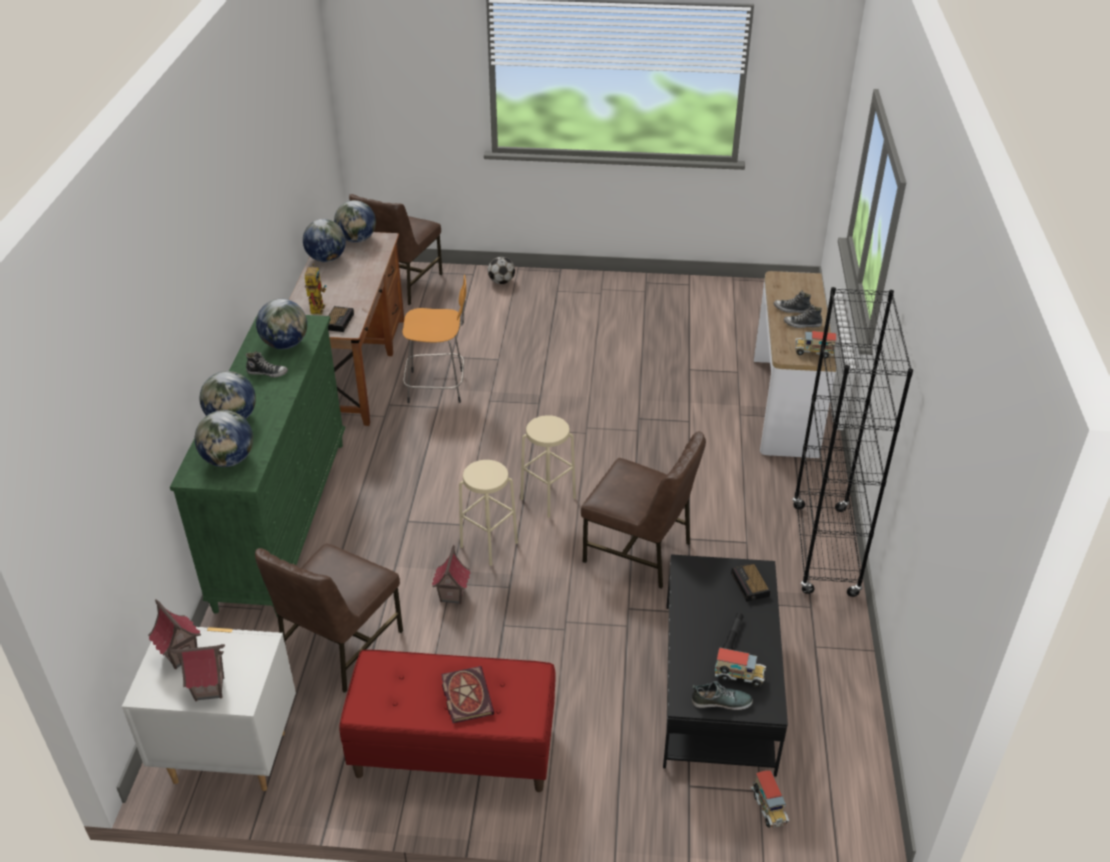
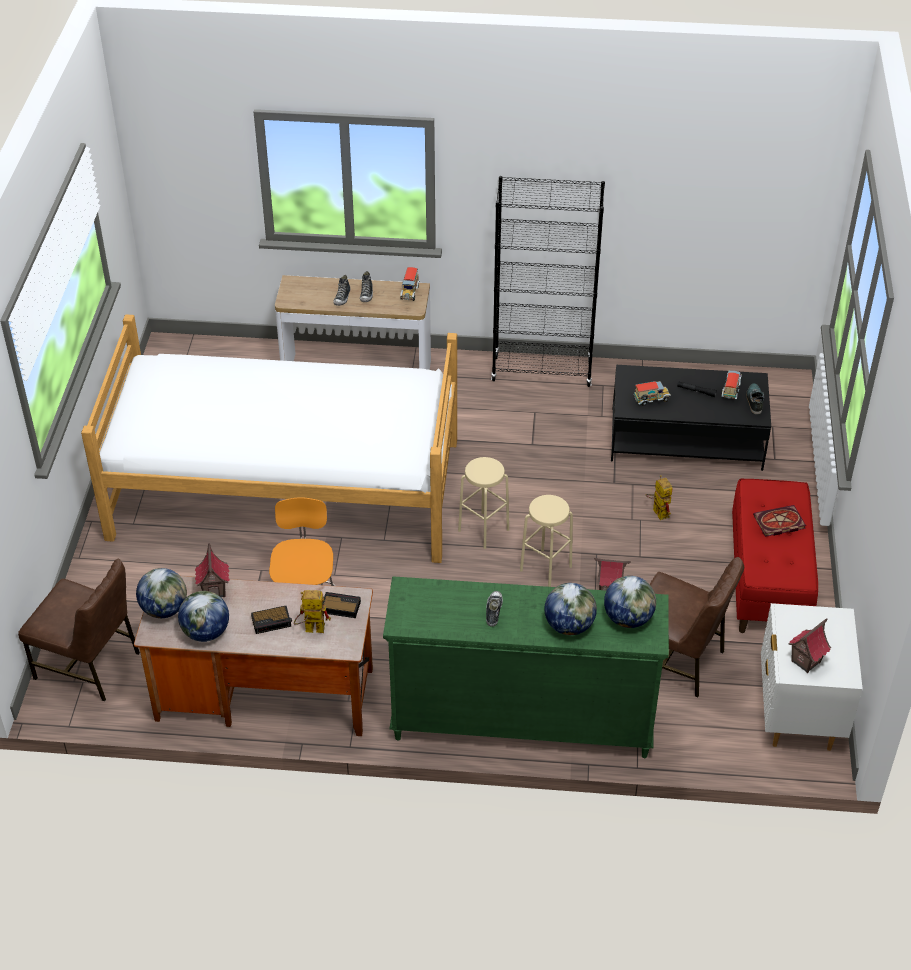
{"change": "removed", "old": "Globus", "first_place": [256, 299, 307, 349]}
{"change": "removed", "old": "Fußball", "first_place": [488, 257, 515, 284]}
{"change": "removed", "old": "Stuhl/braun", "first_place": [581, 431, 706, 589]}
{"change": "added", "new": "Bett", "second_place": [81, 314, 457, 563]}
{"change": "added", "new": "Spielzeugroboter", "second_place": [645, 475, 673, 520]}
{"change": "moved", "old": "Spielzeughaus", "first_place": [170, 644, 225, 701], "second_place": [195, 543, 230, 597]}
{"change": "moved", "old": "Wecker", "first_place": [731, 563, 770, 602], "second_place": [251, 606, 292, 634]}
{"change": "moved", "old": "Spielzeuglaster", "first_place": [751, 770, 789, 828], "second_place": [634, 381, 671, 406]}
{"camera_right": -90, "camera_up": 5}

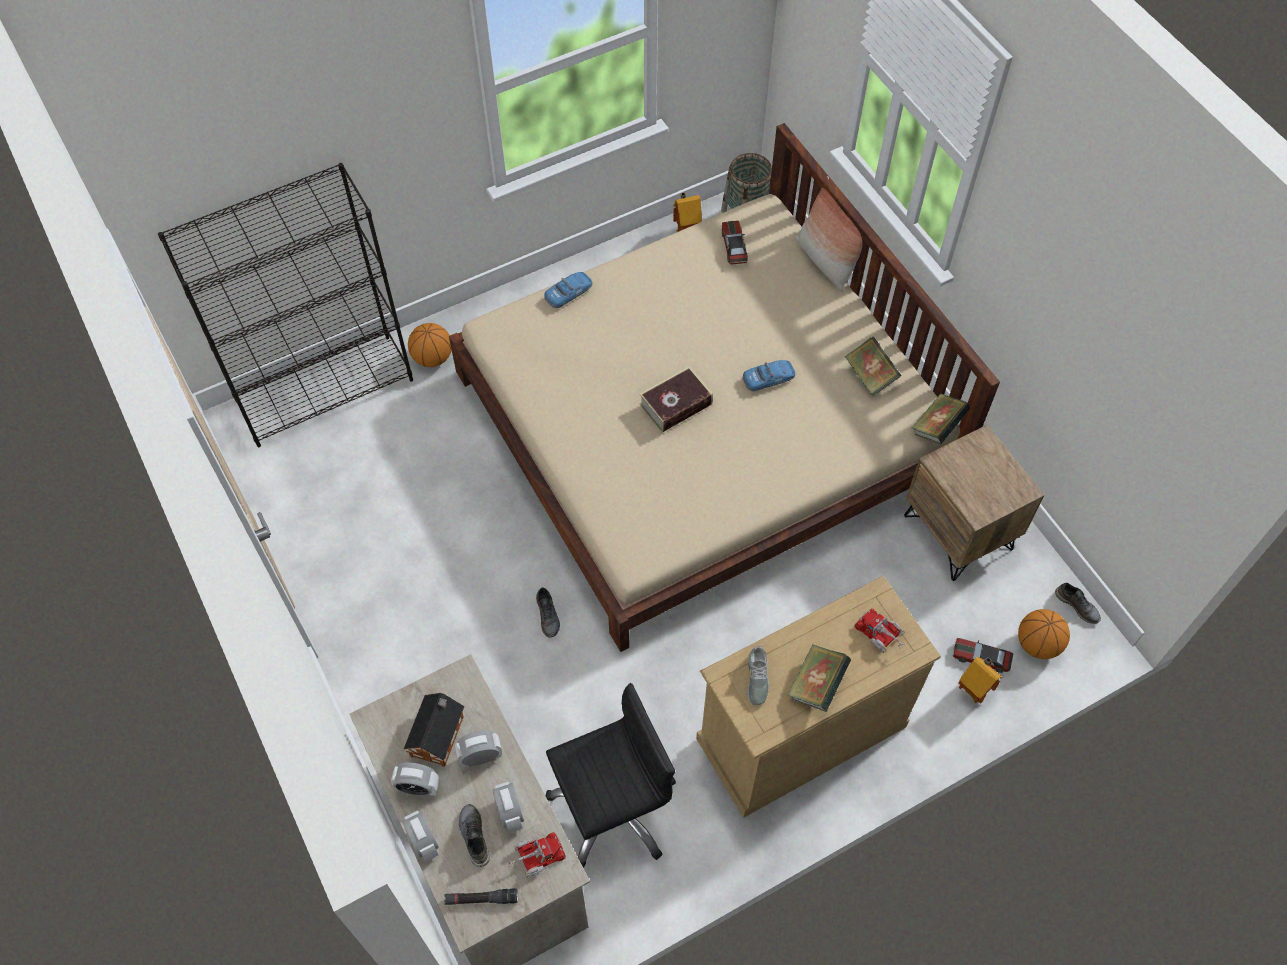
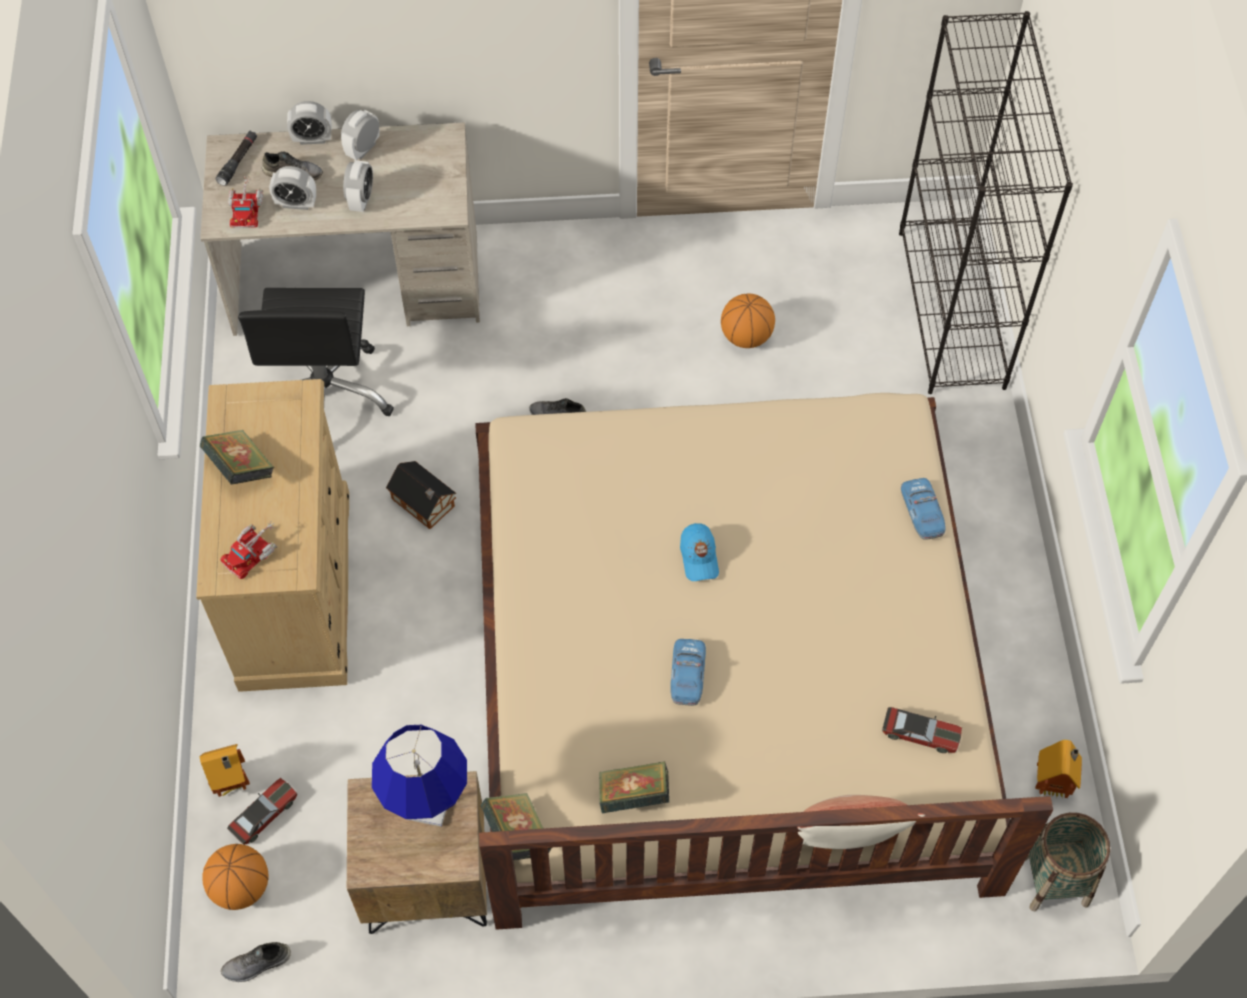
{"change": "removed", "old": "Schuh/grau", "first_place": [747, 646, 769, 705]}
{"change": "added", "new": "Tischlampe/blau", "second_place": [372, 725, 467, 827]}
{"change": "moved", "old": "Spielzeughaus", "first_place": [404, 693, 465, 767], "second_place": [386, 461, 457, 529]}
{"change": "moved", "old": "Basketball", "first_place": [408, 323, 452, 367], "second_place": [721, 293, 775, 348]}
{"change": "replaced", "old": "Buch", "new": "Kappe/blau", "first_place": [639, 366, 713, 433], "second_place": [680, 523, 719, 581]}
{"change": "turned", "old": "Spielzeuglaster", "first_place": [854, 609, 906, 653], "second_place": [221, 521, 277, 579], "degrees": 150}
{"camera_right": 115, "camera_up": 0}

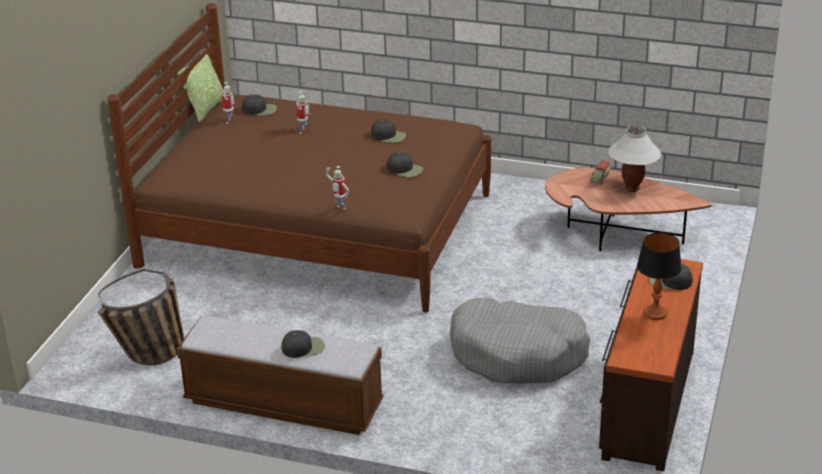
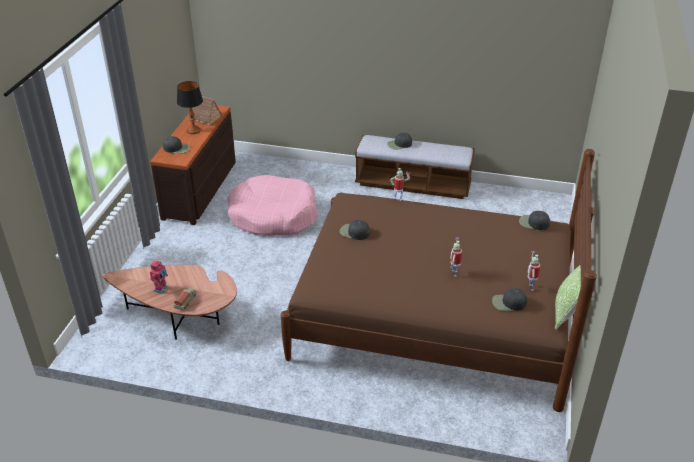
{"change": "removed", "old": "Korb", "first_place": [97, 269, 184, 365]}
{"change": "added", "new": "Spielzeughaus", "second_place": [187, 96, 221, 125]}
{"change": "moved", "old": "Kappe/schwarz", "first_place": [371, 119, 406, 143], "second_place": [519, 211, 550, 230]}
{"change": "replaced", "old": "Tischlampe/weiß", "new": "Spielzeugroboter", "first_place": [608, 125, 661, 192], "second_place": [150, 259, 168, 294]}
{"change": "recoloured", "old": "Hundebett/grau", "new": "Hundebett/rosa", "first_place": [450, 298, 591, 384], "second_place": [227, 175, 317, 236]}
{"camera_right": 175, "camera_up": 5}

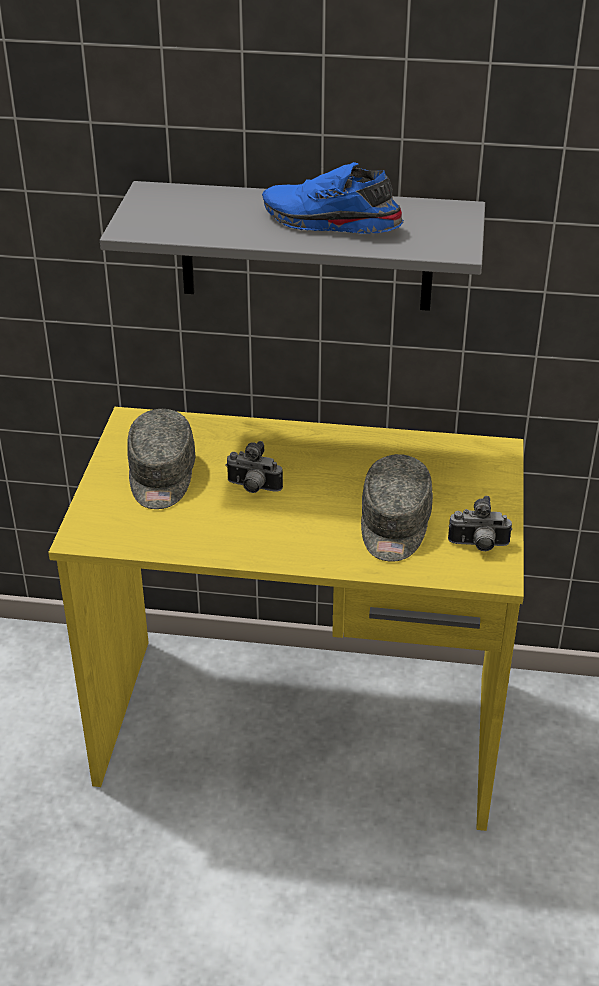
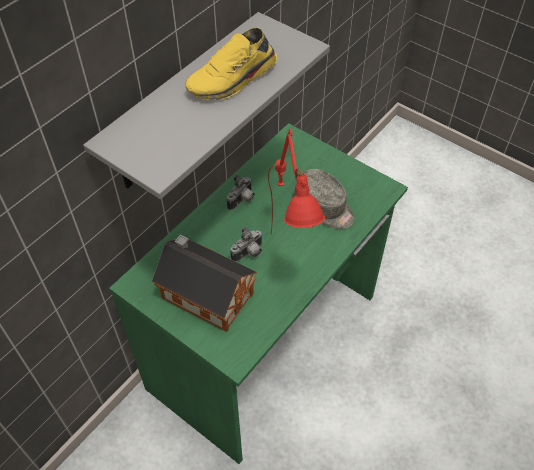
{"change": "added", "new": "Tischlampe/rot", "second_place": [268, 129, 325, 234]}
{"change": "moved", "old": "Kamera", "first_place": [448, 496, 513, 551], "second_place": [226, 175, 255, 210]}
{"change": "replaced", "old": "Kappe/grau", "new": "Spielzeughaus", "first_place": [127, 409, 195, 509], "second_place": [152, 235, 257, 332]}
{"change": "recoloured", "old": "Schreibtisch/gelb", "new": "Schreibtisch/grün", "first_place": [48, 407, 524, 831], "second_place": [109, 123, 408, 464]}
{"change": "recoloured", "old": "Schuh/blau", "new": "Schuh/gelb", "first_place": [262, 162, 404, 234], "second_place": [185, 27, 277, 100]}
{"camera_right": -60, "camera_up": 15}

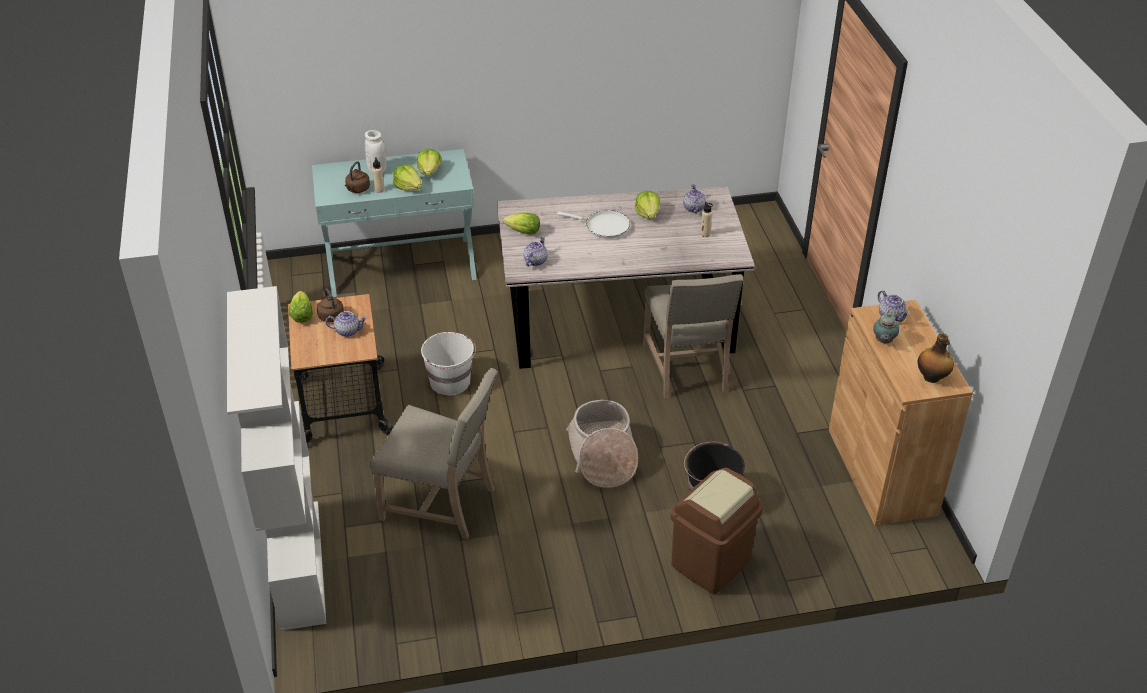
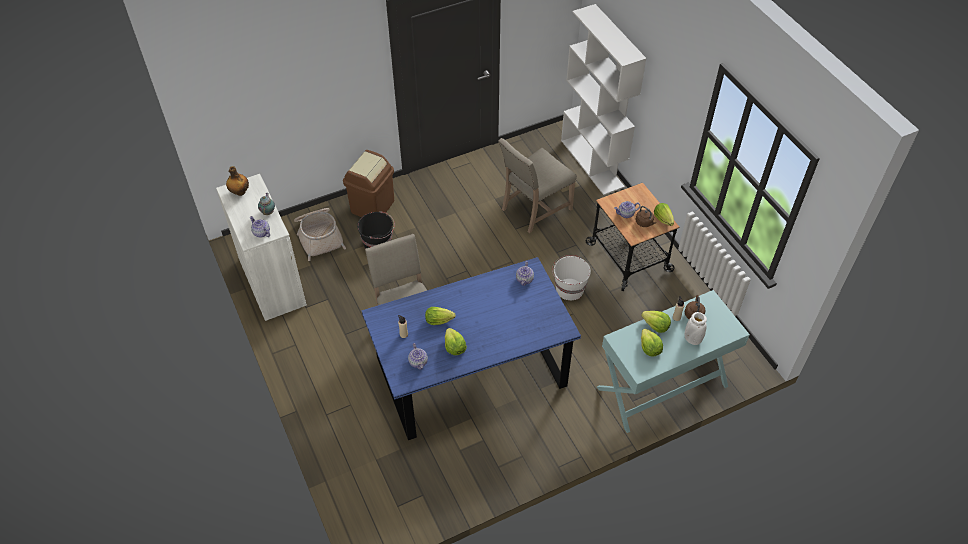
{"change": "removed", "old": "Pfanne/weiß", "first_place": [557, 210, 630, 239]}
{"change": "moved", "old": "Salatkopf", "first_place": [503, 212, 540, 235], "second_place": [425, 307, 456, 325]}
{"change": "moved", "old": "Korb", "first_place": [566, 400, 638, 488], "second_place": [294, 208, 346, 261]}
{"change": "recoloured", "old": "Esstisch/grau", "new": "Esstisch/blau", "first_place": [497, 187, 755, 369], "second_place": [361, 257, 581, 440]}
{"change": "recoloured", "old": "Schrank/braun", "new": "Schrank/weiß", "first_place": [829, 300, 973, 526], "second_place": [216, 174, 307, 321]}
{"change": "turned", "old": "Stuhl/beige", "first_place": [370, 368, 498, 539], "second_place": [498, 138, 577, 234], "degrees": -45}
{"camera_right": 165, "camera_up": 10}

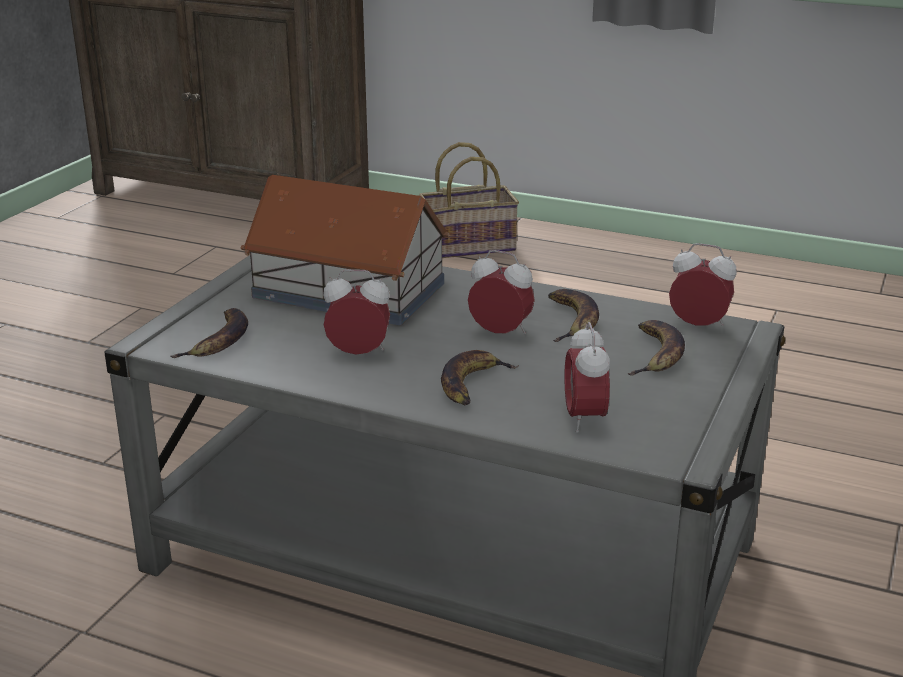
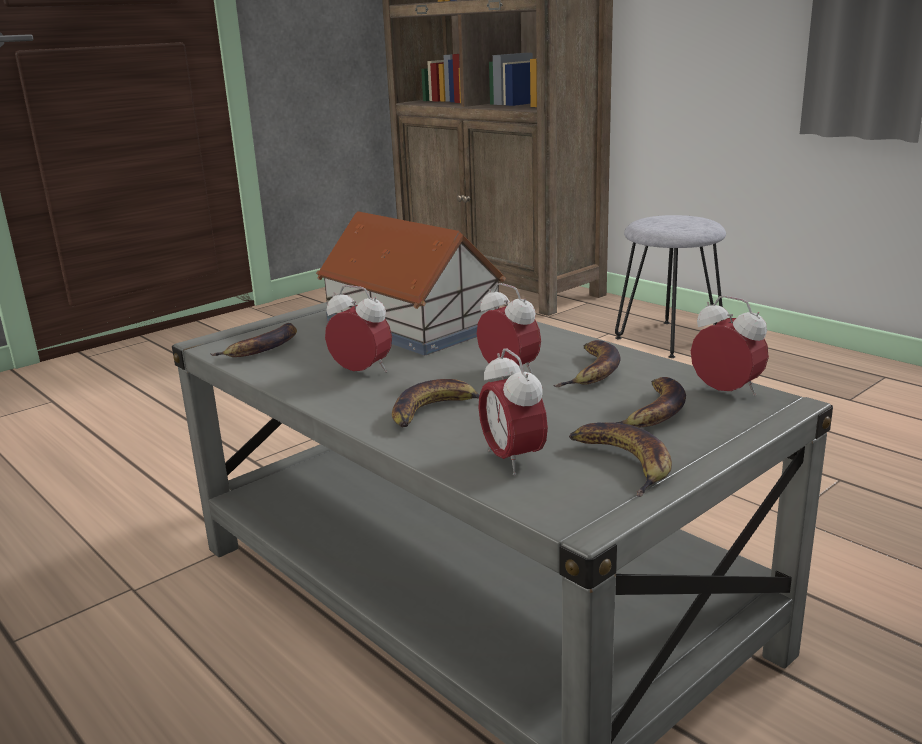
{"change": "added", "new": "Banane", "second_place": [569, 422, 672, 497]}
{"change": "replaced", "old": "Korb", "new": "Hocker/grau", "first_place": [419, 142, 519, 258], "second_place": [615, 215, 726, 358]}
{"change": "turned", "old": "Wecker", "first_place": [564, 322, 610, 433], "second_place": [479, 348, 548, 476], "degrees": -45}
{"camera_right": 25, "camera_up": -5}

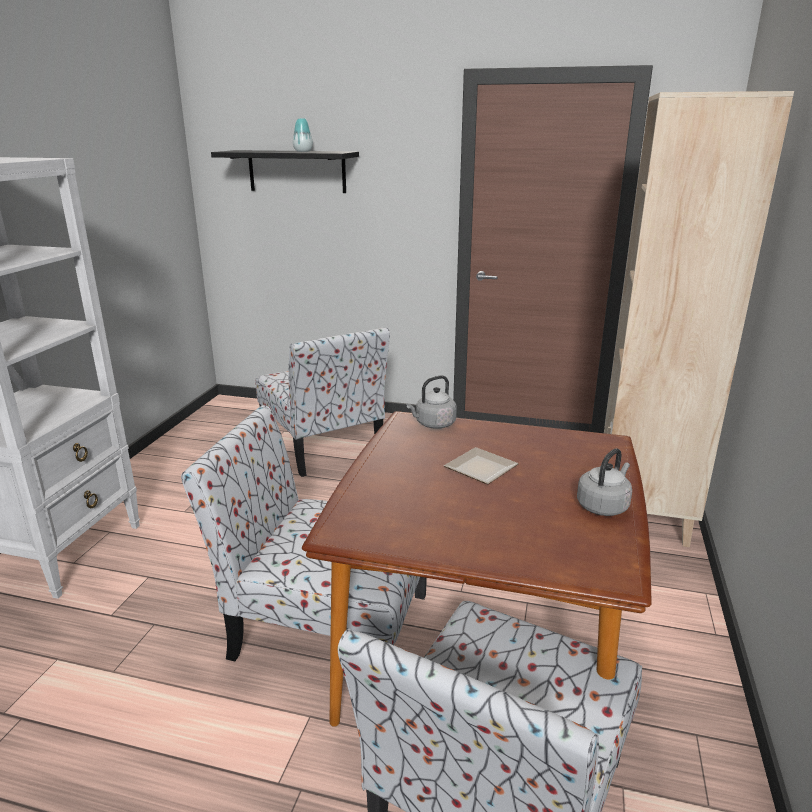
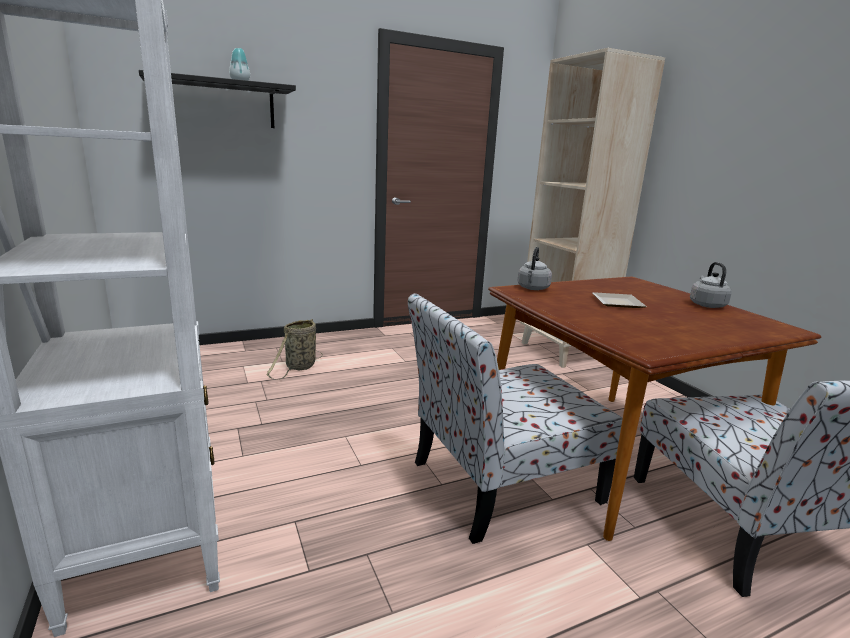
{"change": "replaced", "old": "Stuhl", "new": "Korb", "first_place": [255, 328, 390, 477], "second_place": [267, 319, 323, 380]}
{"camera_right": -40, "camera_up": -5}

